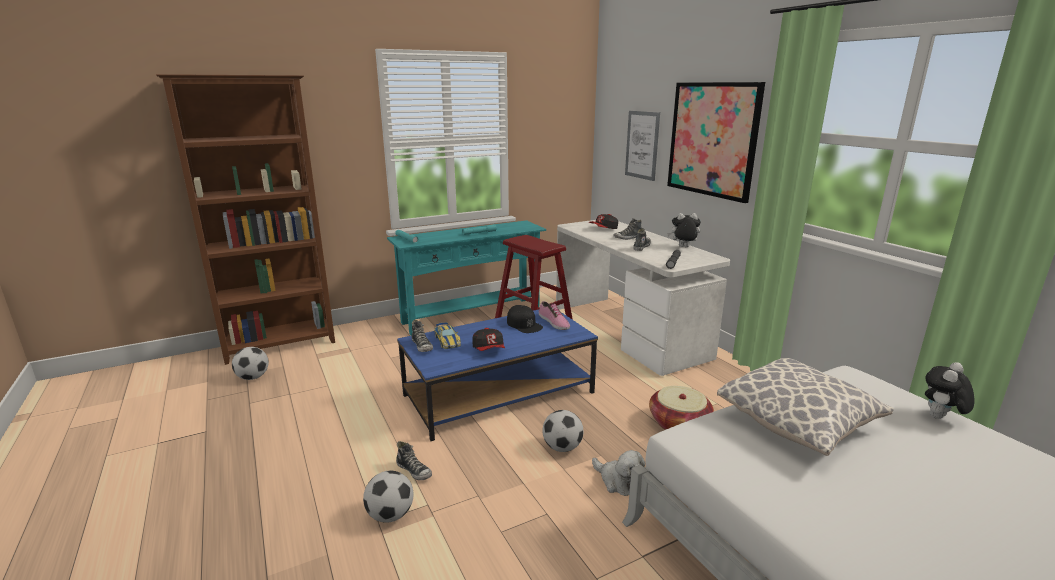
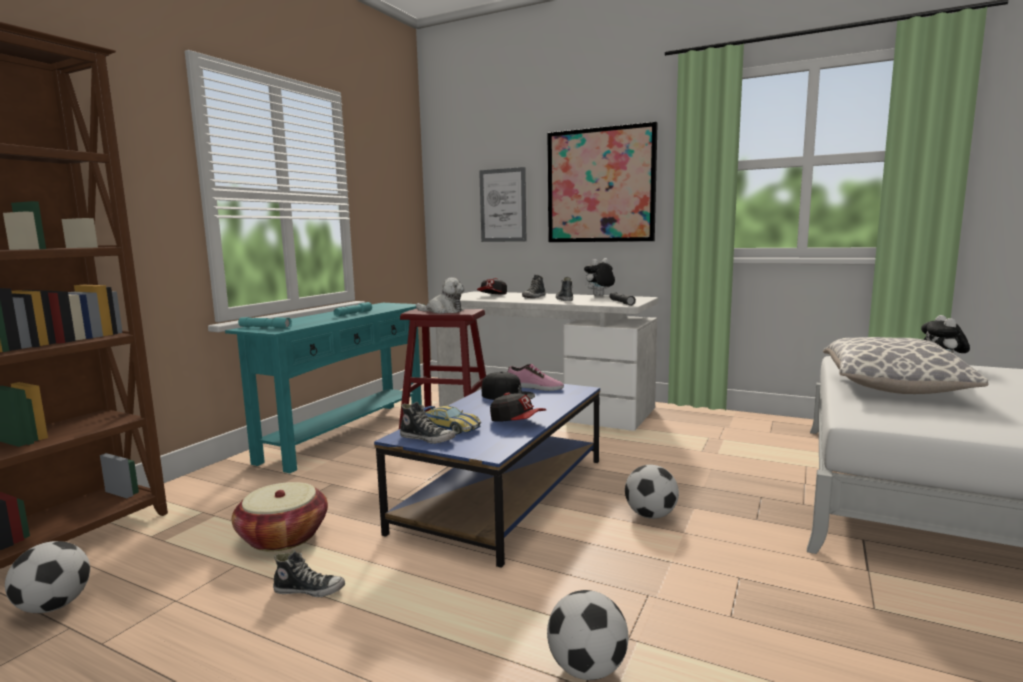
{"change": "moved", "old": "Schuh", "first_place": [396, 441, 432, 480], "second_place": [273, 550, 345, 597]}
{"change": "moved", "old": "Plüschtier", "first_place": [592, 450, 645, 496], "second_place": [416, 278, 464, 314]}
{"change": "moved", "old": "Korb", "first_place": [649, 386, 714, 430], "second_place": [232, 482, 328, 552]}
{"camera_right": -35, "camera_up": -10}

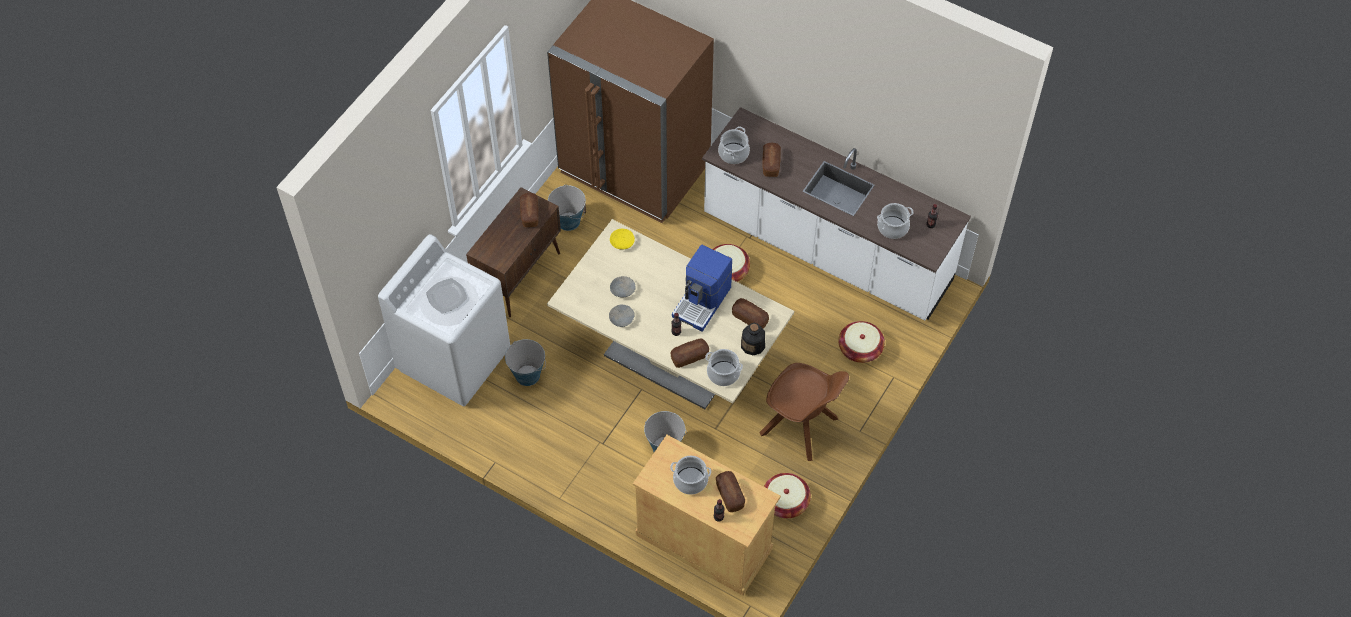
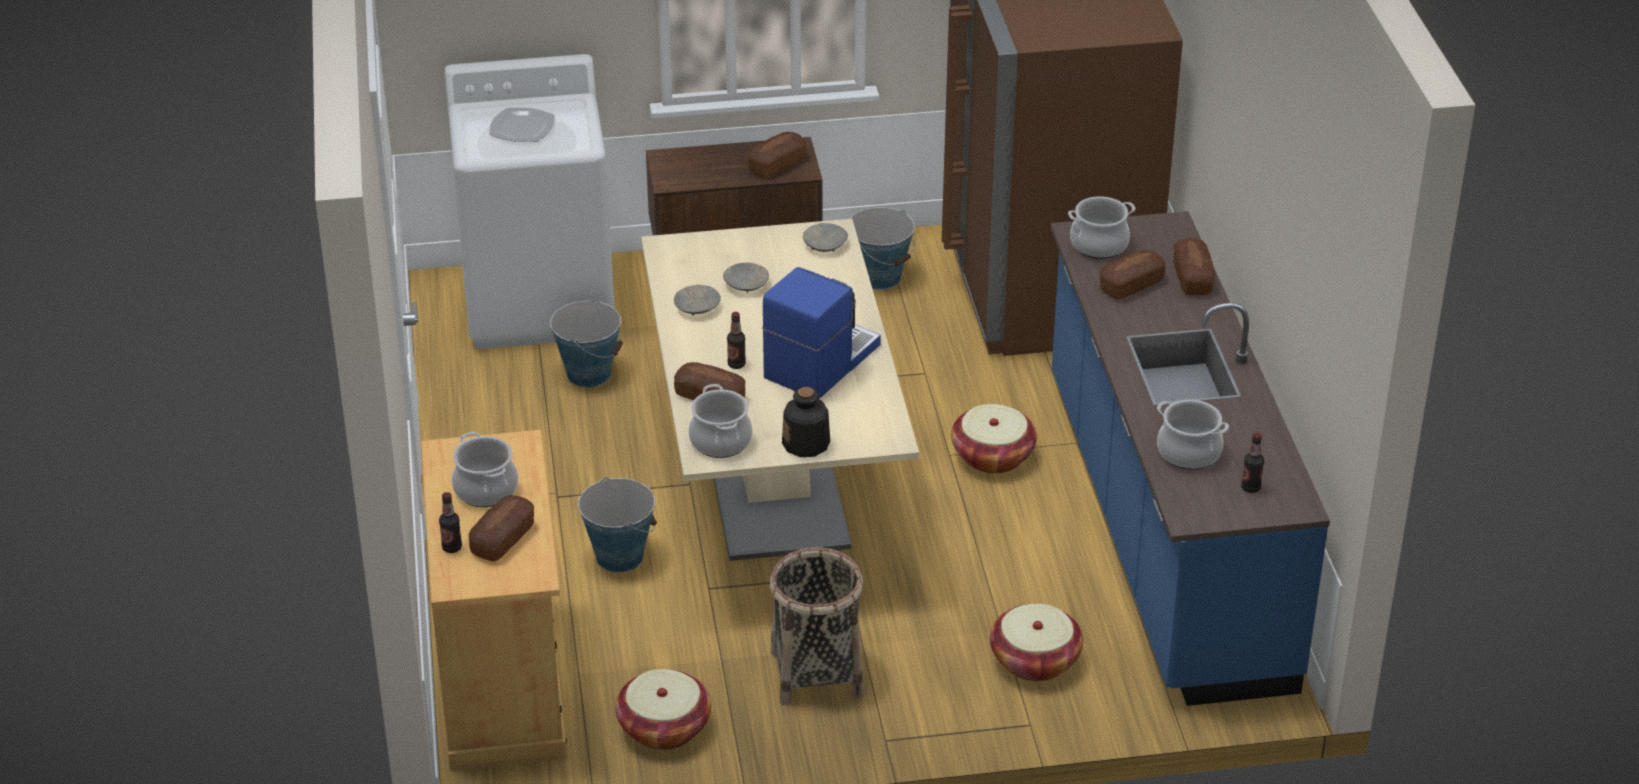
{"change": "moved", "old": "Brot", "first_place": [732, 298, 769, 328], "second_place": [1173, 239, 1216, 295]}
{"change": "replaced", "old": "Stuhl/braun", "new": "Korb", "first_place": [759, 363, 849, 461], "second_place": [770, 547, 863, 706]}
{"change": "recoloured", "old": "Schüssel/gelb", "new": "Schüssel/grau", "first_place": [610, 229, 635, 250], "second_place": [803, 223, 848, 252]}
{"change": "recoloured", "old": "Küchenzeile/weiß", "new": "Küchenzeile/blau", "first_place": [702, 107, 971, 320], "second_place": [1051, 211, 1330, 706]}
{"change": "turned", "old": "Kaffeemaschine", "first_place": [672, 245, 732, 332], "second_place": [762, 267, 881, 399], "degrees": 135}
{"camera_right": 50, "camera_up": -20}

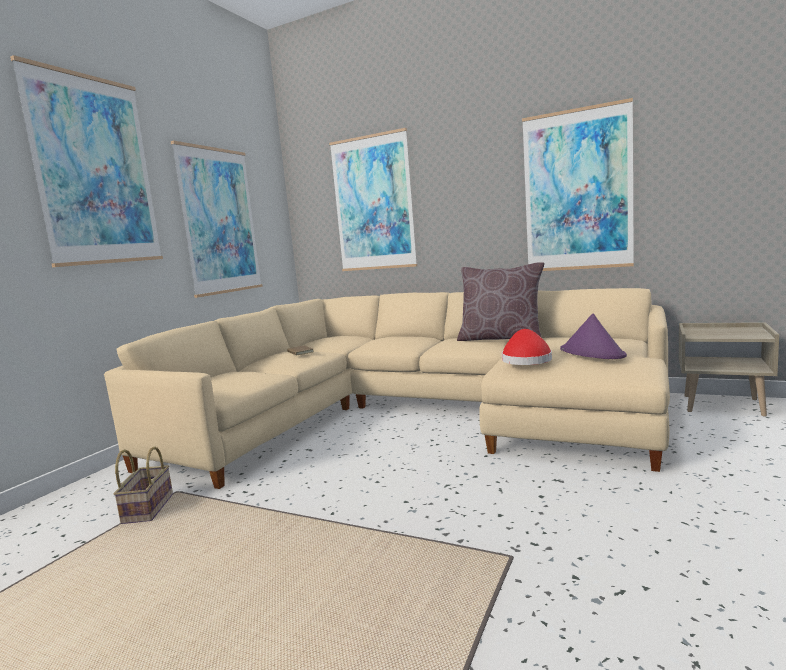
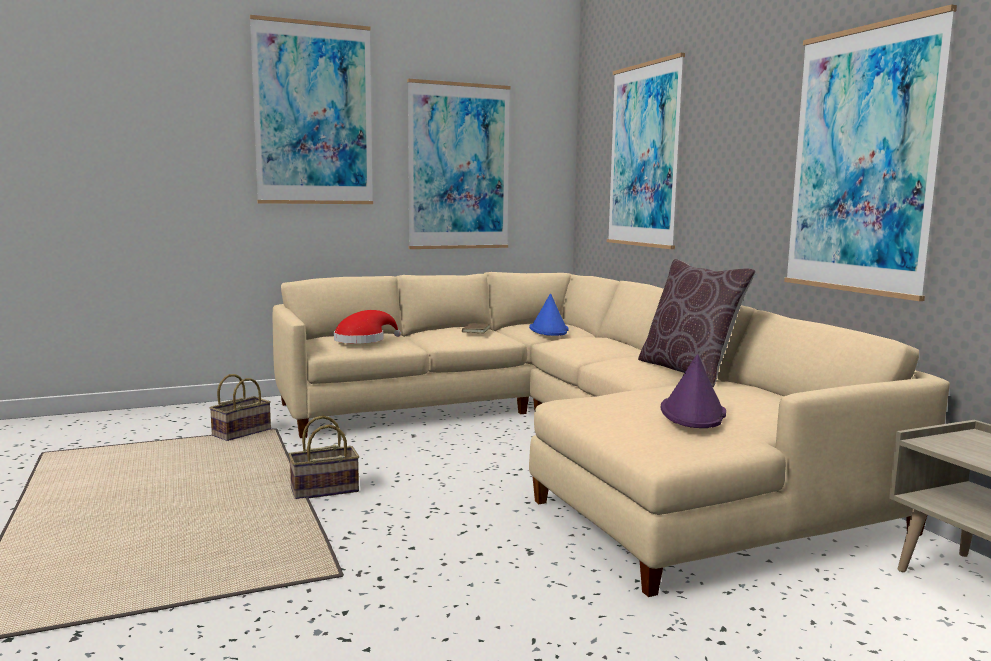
{"change": "added", "new": "Korb", "second_place": [289, 416, 359, 499]}
{"change": "added", "new": "Hut/blau", "second_place": [529, 294, 569, 336]}
{"change": "moved", "old": "Hut/rot", "first_place": [502, 329, 552, 365], "second_place": [334, 310, 401, 344]}
{"camera_right": 40, "camera_up": 0}

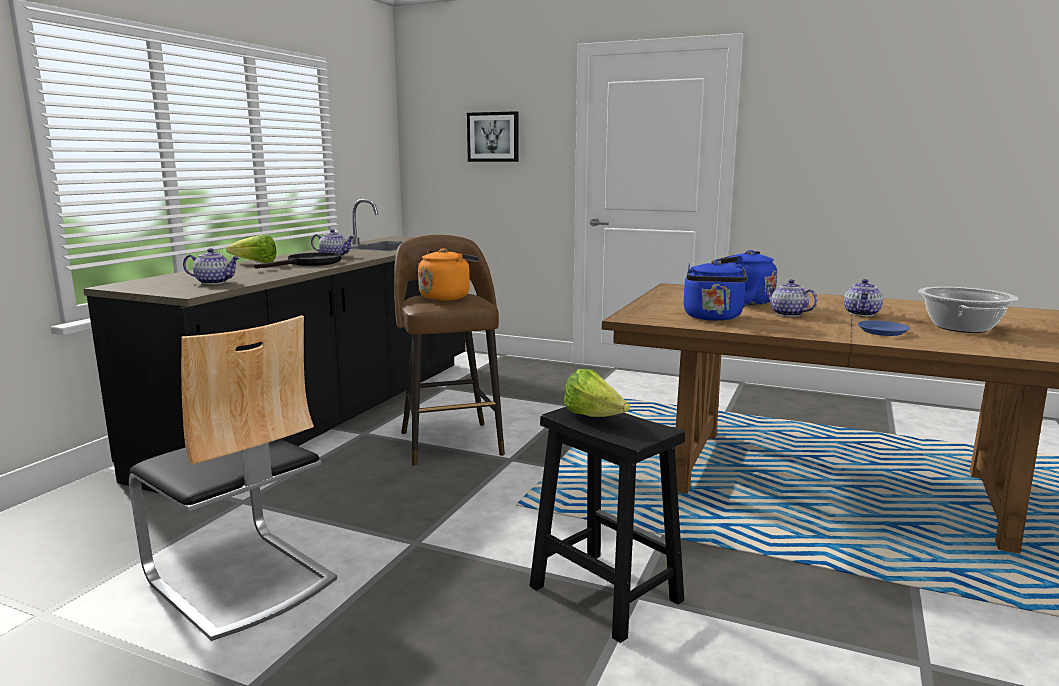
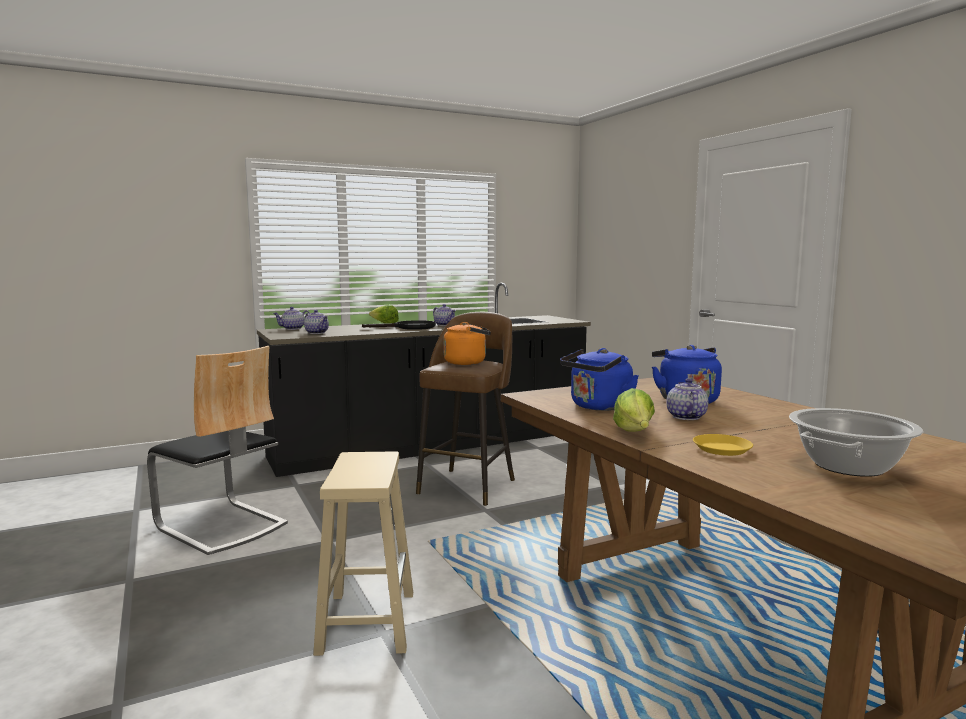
{"change": "removed", "old": "Bild", "first_place": [467, 111, 519, 162]}
{"change": "moved", "old": "Salatkopf", "first_place": [564, 369, 630, 417], "second_place": [613, 388, 655, 431]}
{"change": "moved", "old": "Teekanne", "first_place": [844, 279, 883, 316], "second_place": [273, 307, 310, 330]}
{"change": "recoloured", "old": "Hocker/schwarz", "new": "Hocker/beige", "first_place": [529, 407, 685, 643], "second_place": [313, 452, 413, 656]}
{"change": "recoloured", "old": "Teller/blau", "new": "Teller/gelb", "first_place": [858, 320, 910, 336], "second_place": [693, 434, 753, 456]}
{"change": "turned", "old": "Stuhl", "first_place": [129, 315, 337, 641], "second_place": [147, 346, 288, 555], "degrees": -45}
{"camera_right": 40, "camera_up": -5}

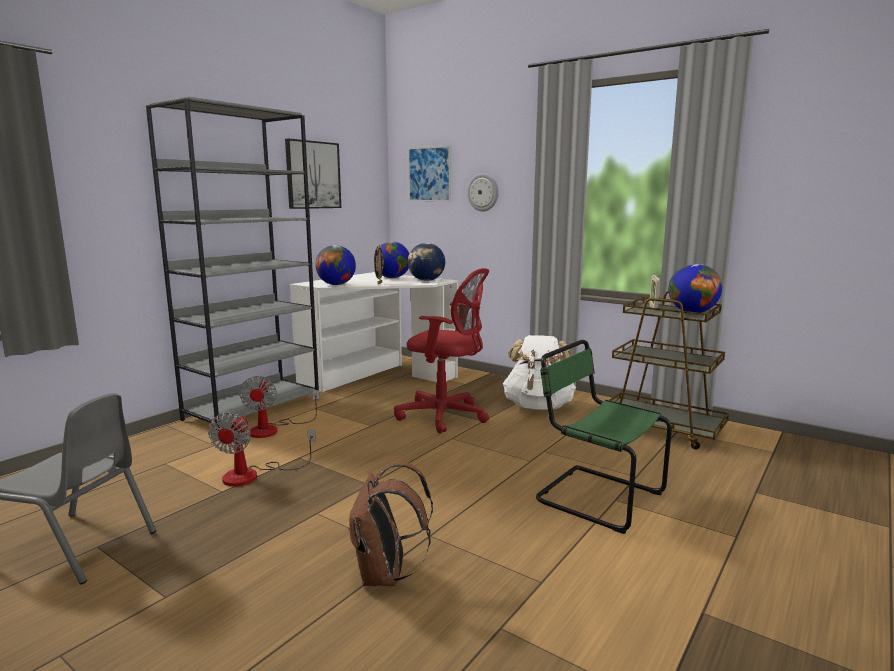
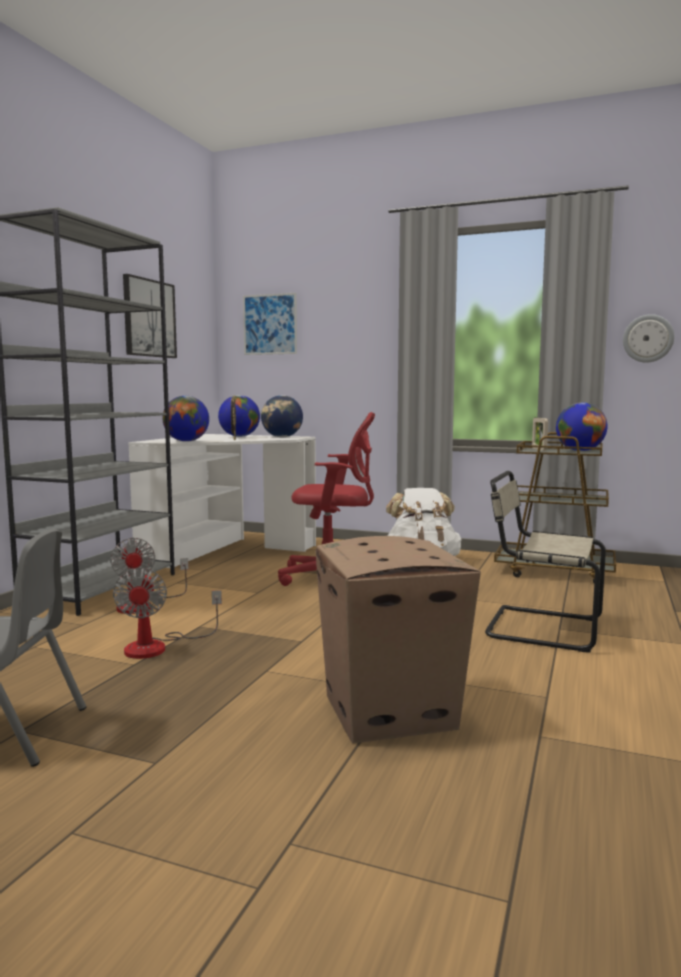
{"change": "moved", "old": "Wanduhr", "first_place": [467, 173, 499, 211], "second_place": [623, 314, 674, 363]}
{"change": "replaced", "old": "Rucksack/braun", "new": "Karton", "first_place": [349, 462, 433, 586], "second_place": [316, 536, 481, 743]}
{"change": "recoloured", "old": "Stuhl/grün", "new": "Stuhl/beige", "first_place": [536, 340, 672, 534], "second_place": [485, 471, 606, 653]}
{"camera_right": -15, "camera_up": -5}

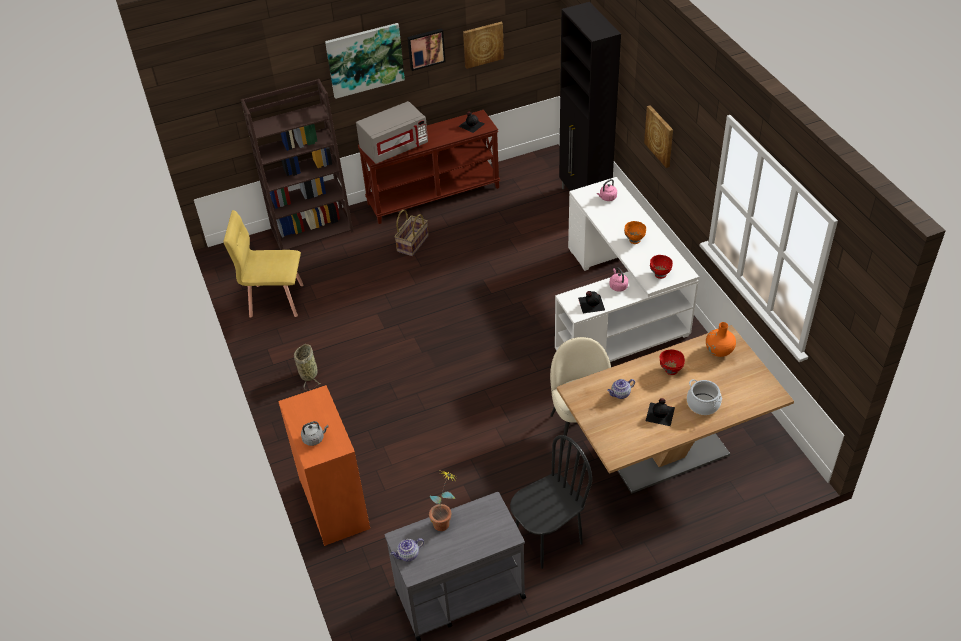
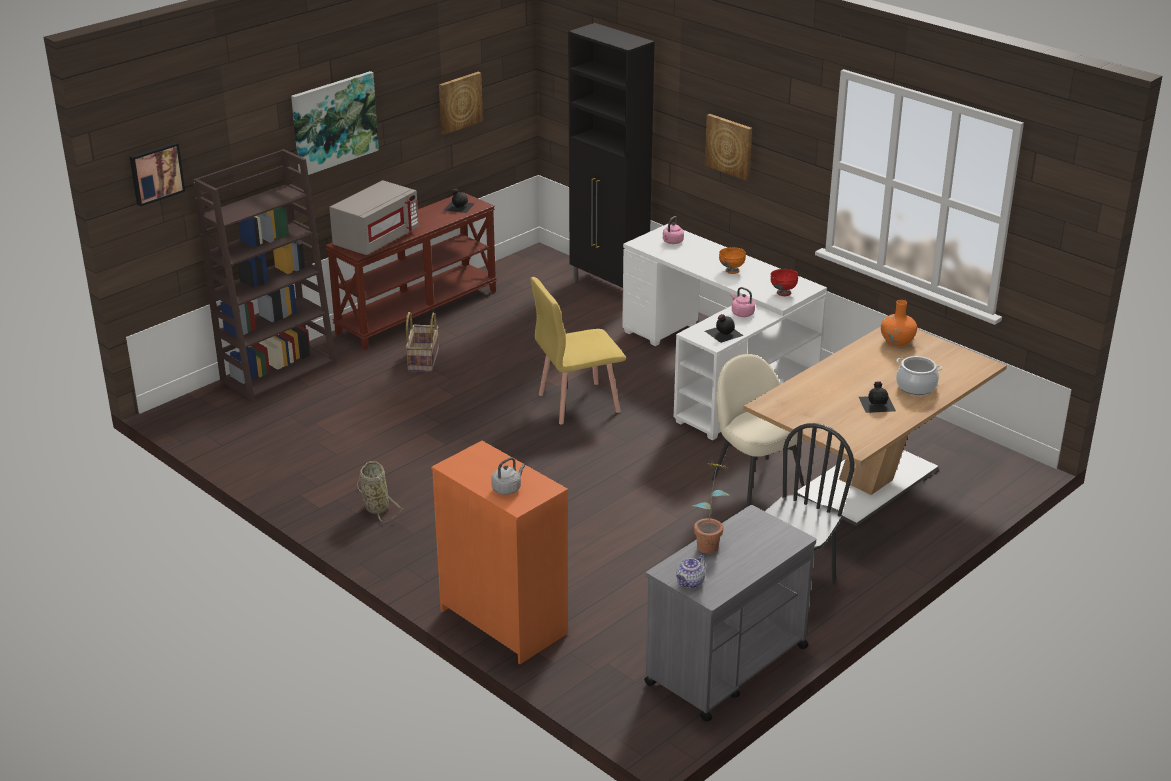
{"change": "removed", "old": "Teekanne", "first_place": [607, 379, 635, 399]}
{"change": "removed", "old": "Schüssel/rot", "first_place": [660, 349, 685, 375]}
{"change": "moved", "old": "Stuhl/gelb", "first_place": [223, 210, 304, 318], "second_place": [530, 277, 626, 425]}
{"change": "moved", "old": "Bild", "first_place": [407, 28, 446, 71], "second_place": [129, 142, 185, 207]}
{"camera_right": -25, "camera_up": -15}

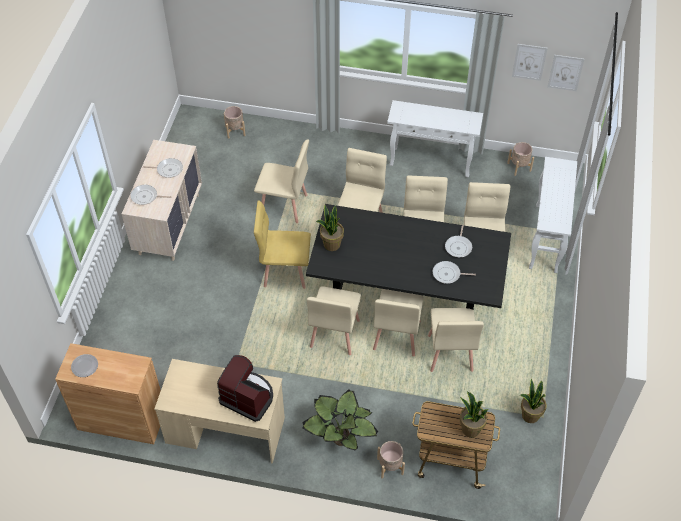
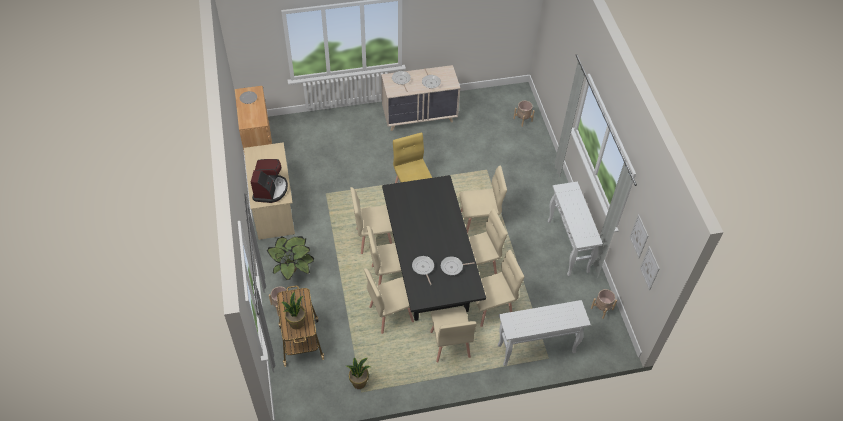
{"change": "removed", "old": "Topfpflanze", "first_place": [316, 205, 344, 251]}
{"change": "moved", "old": "Stuhl/beige", "first_place": [254, 139, 309, 223], "second_place": [430, 307, 477, 362]}
{"camera_right": 65, "camera_up": 0}

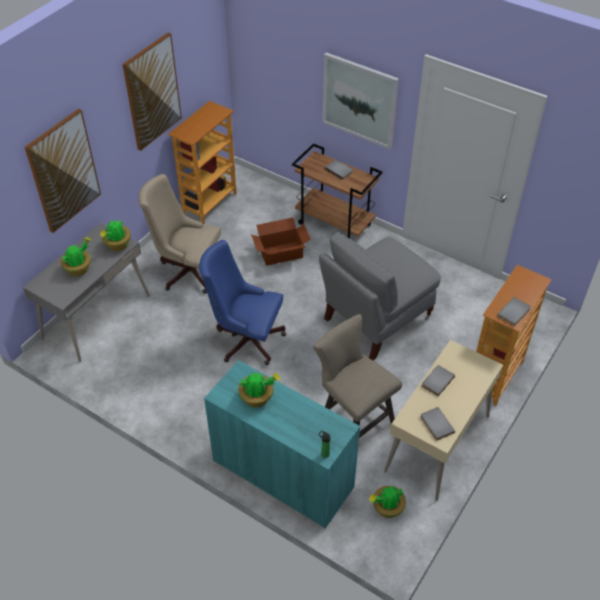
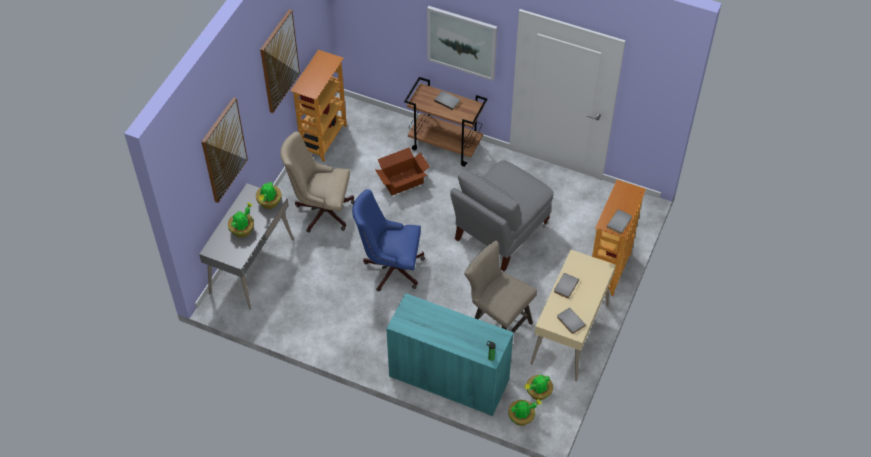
{"change": "moved", "old": "Topfpflanze", "first_place": [238, 373, 281, 407], "second_place": [508, 399, 542, 426]}
{"camera_right": -10, "camera_up": 5}

